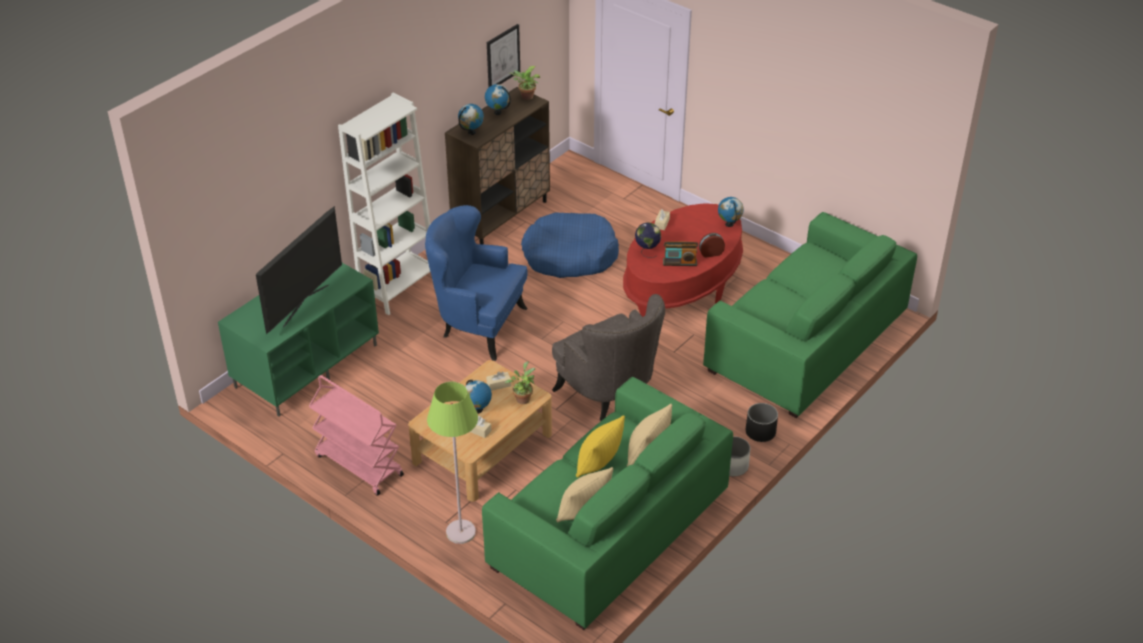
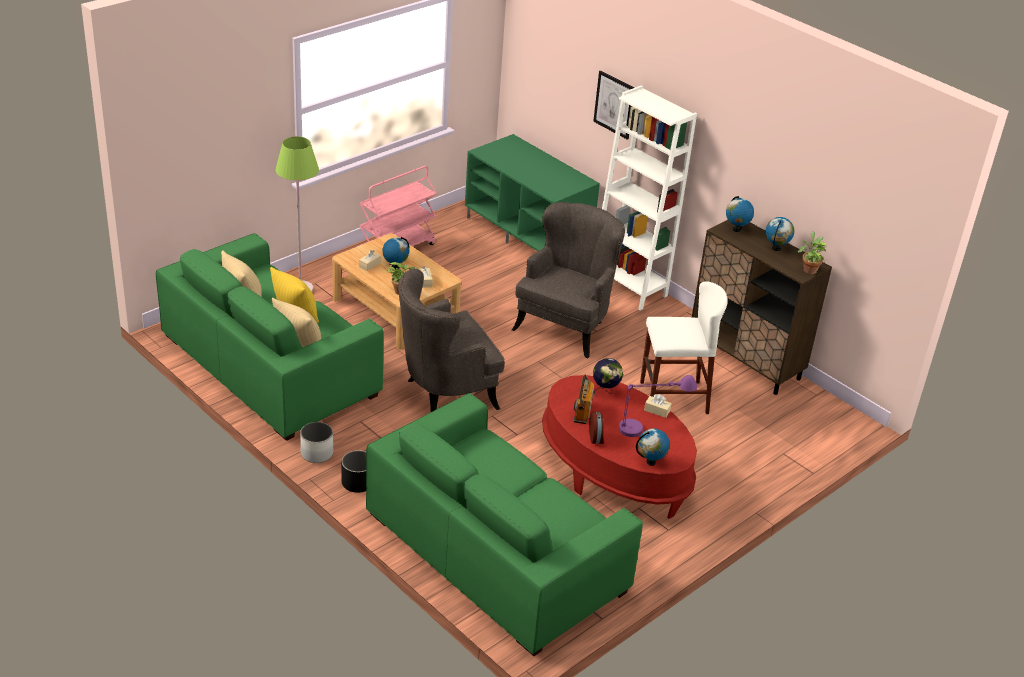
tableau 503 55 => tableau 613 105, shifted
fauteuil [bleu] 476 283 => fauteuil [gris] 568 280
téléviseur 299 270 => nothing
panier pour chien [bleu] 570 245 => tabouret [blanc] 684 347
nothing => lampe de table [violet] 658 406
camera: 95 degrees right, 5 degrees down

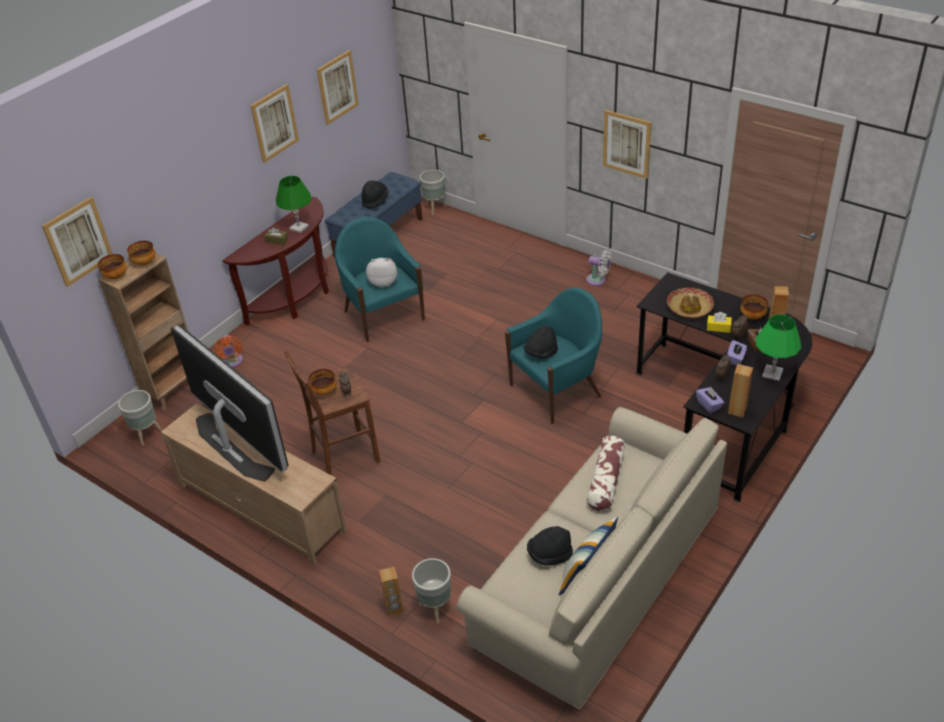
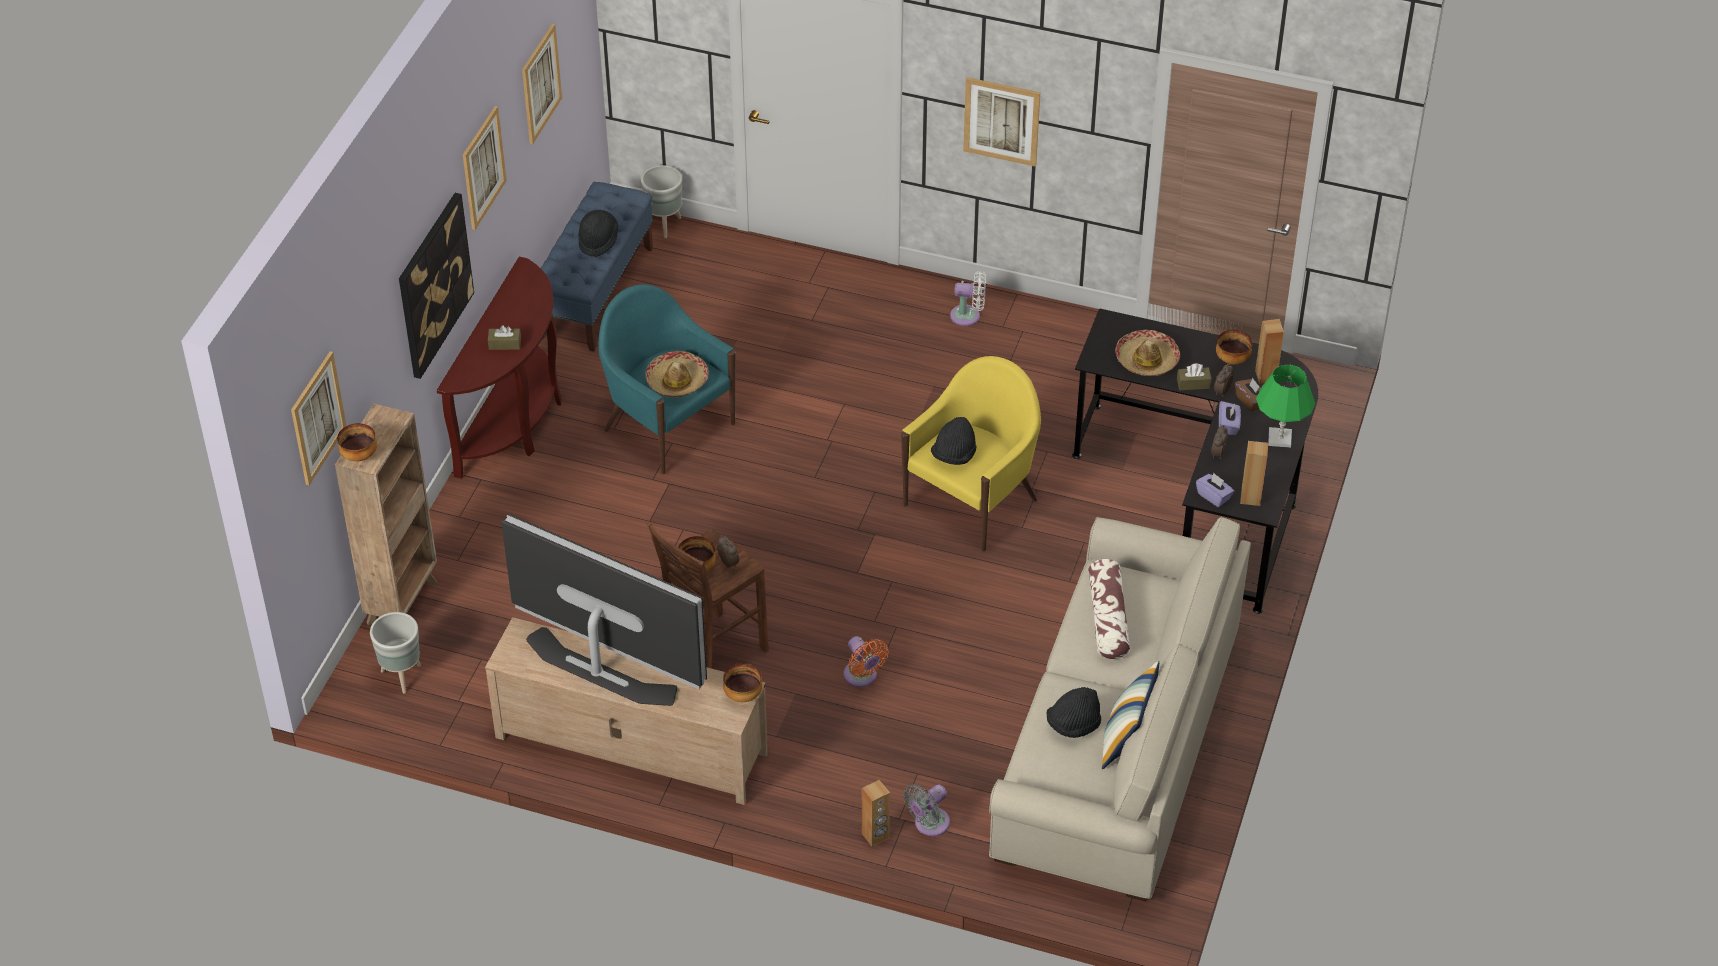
lampe de table [vert] 294 204 => nothing
bol 141 253 => bol 742 682, shifted
peluche 381 272 => chapeau 677 374
fauteuil [turquoise] 553 356 => fauteuil [jaune] 971 453
boîte à mouchoirs [jaune] 719 322 => boîte à mouchoirs [marron] 1194 376
ventilateur [orange] 228 351 => ventilateur [orange] 866 661, shifted
cache-pot [gris] 431 591 => ventilateur [gris] 926 810
nothing => tableau 436 286
camera: 20 degrees left, 5 degrees up

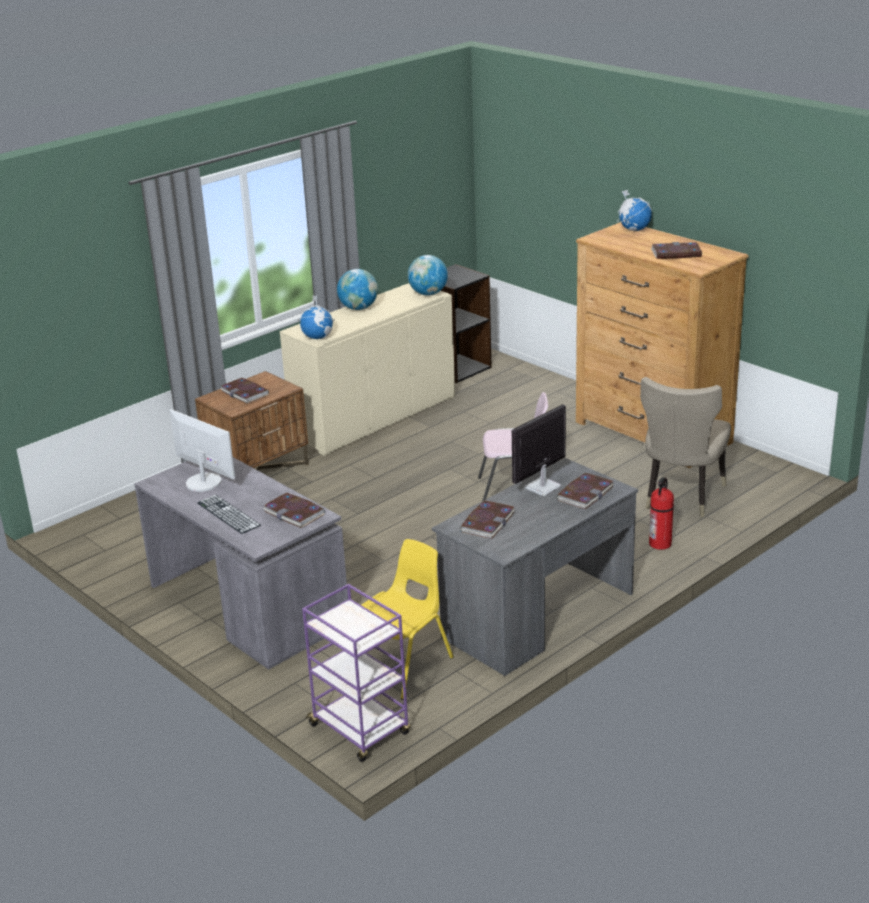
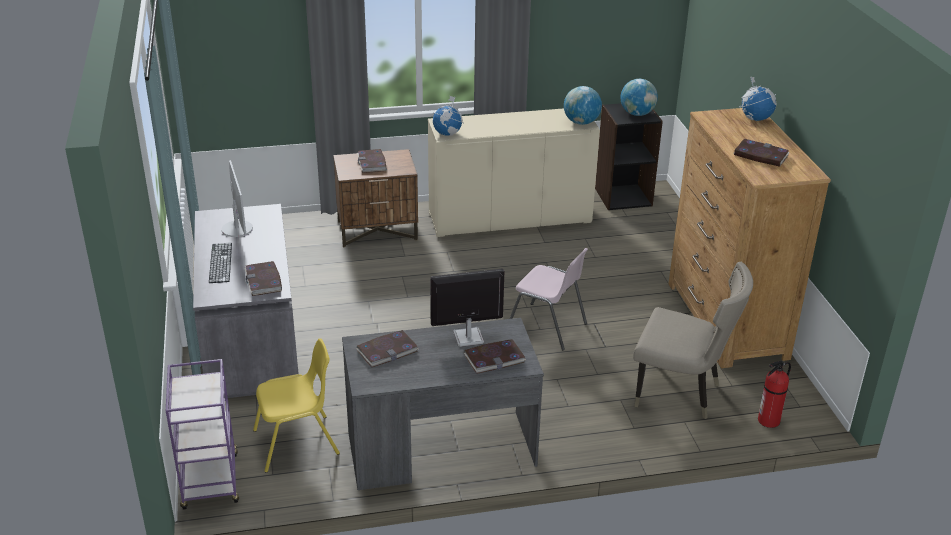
globe 357 289 => globe 639 97, shifted
chaise [beige] 685 447 => chaise [beige] 693 340, 120 degrees counterclockwise
extincteur 661 513 => extincteur 774 394, shifted
camera: 30 degrees right, 5 degrees up

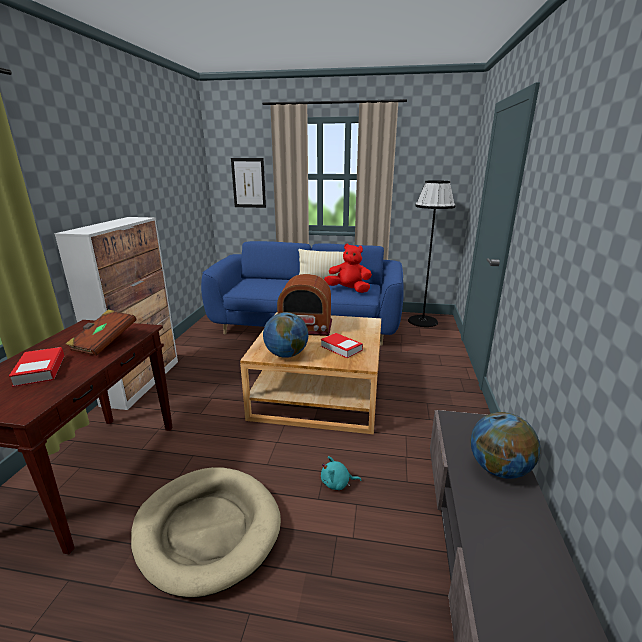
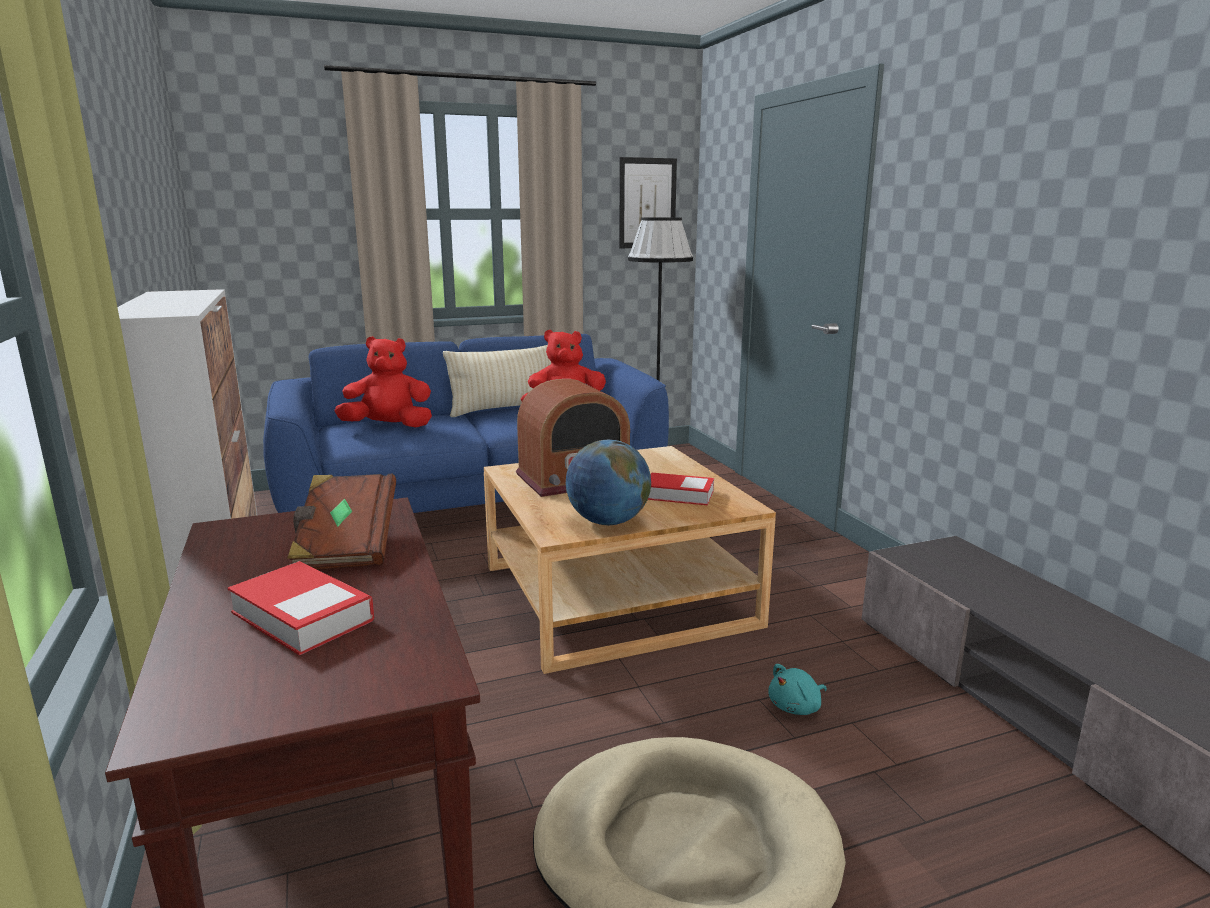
tableau 248 183 => tableau 648 202, shifted
globe 505 445 => nothing
nothing => peluche [rouge] 383 382
camera: 30 degrees left, 5 degrees down

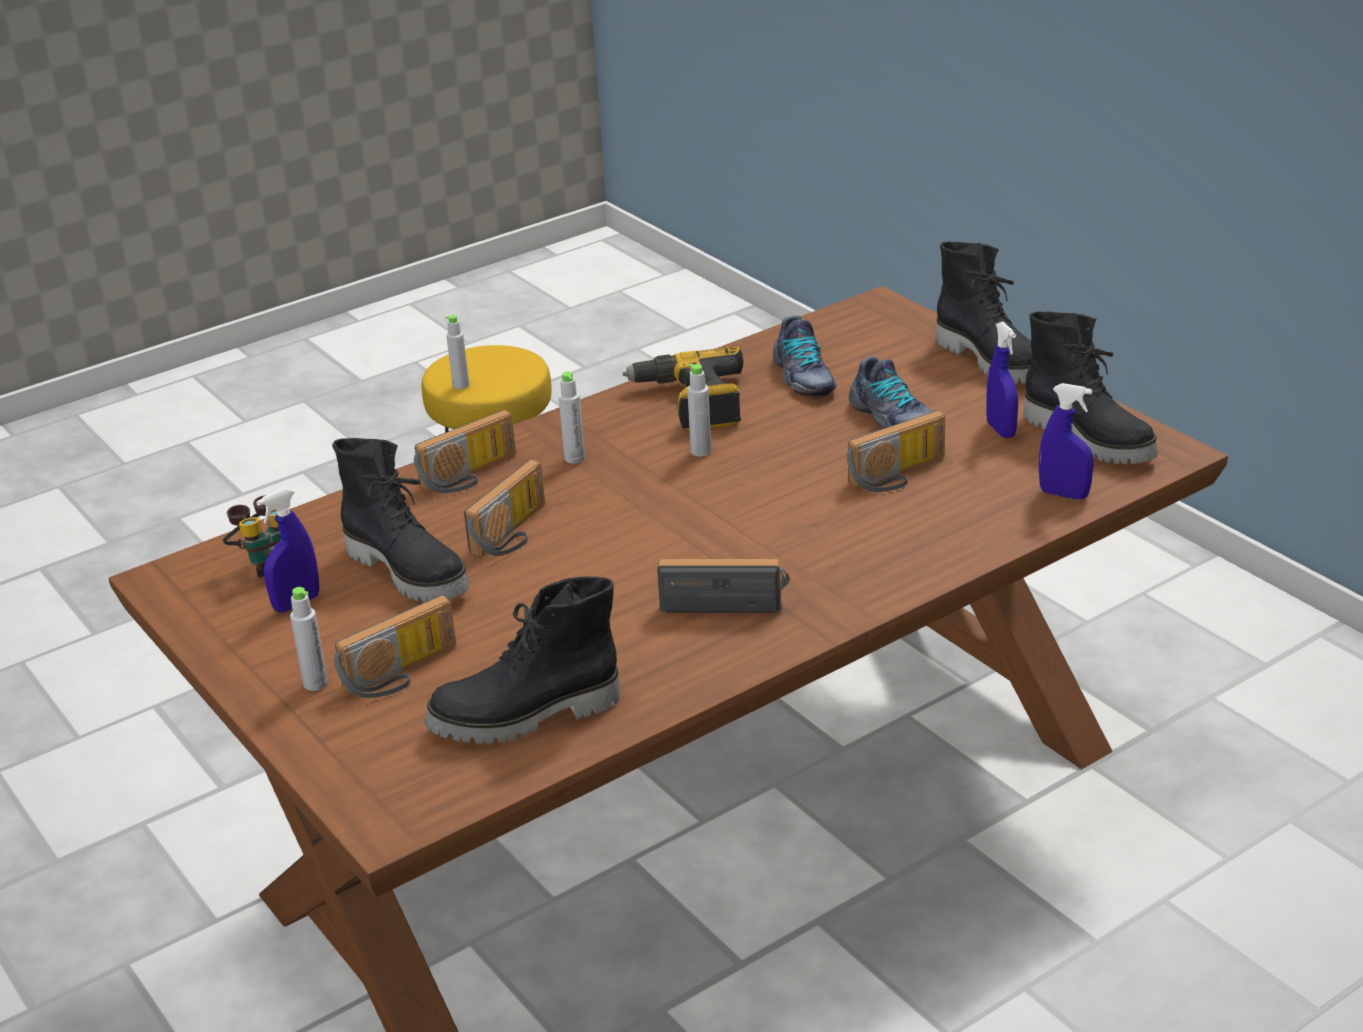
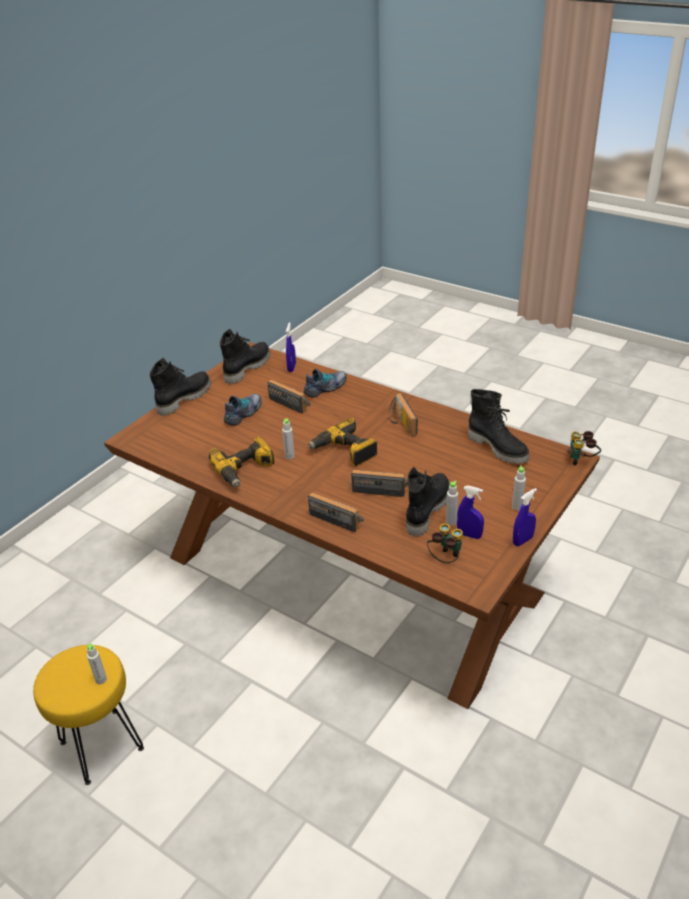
chaussure 805 356 => chaussure 325 383, shifted
vaporisateur [bleu] 1002 380 => vaporisateur [bleu] 525 517, shifted
bouteille [gris] 572 417 => bouteille [gris] 452 503, shifted
radio 395 646 => nothing
nothing => perceuse 342 442
nothing => jumelles 584 448
camera: 110 degrees left, 5 degrees up

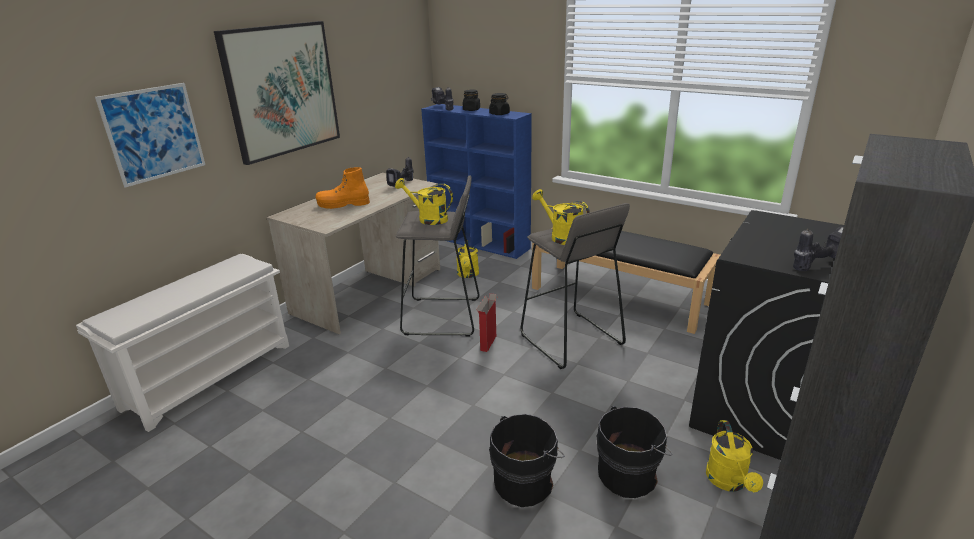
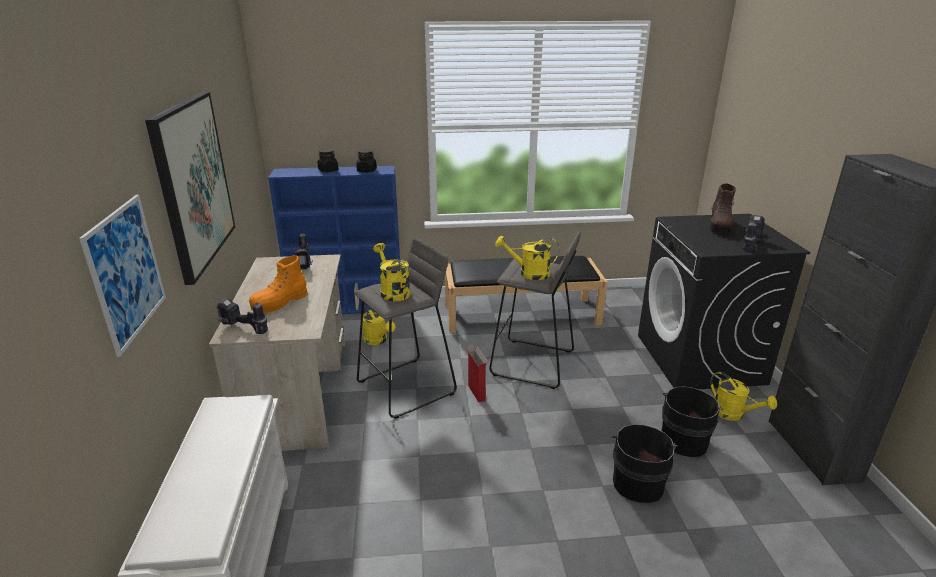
perceuse 442 98 => perceuse 242 316, shifted
arrosoir [jaune] 424 201 => arrosoir [jaune] 391 272, 75 degrees clockwise
nothing => botte [marron] 722 208
camera: 40 degrees left, 0 degrees up

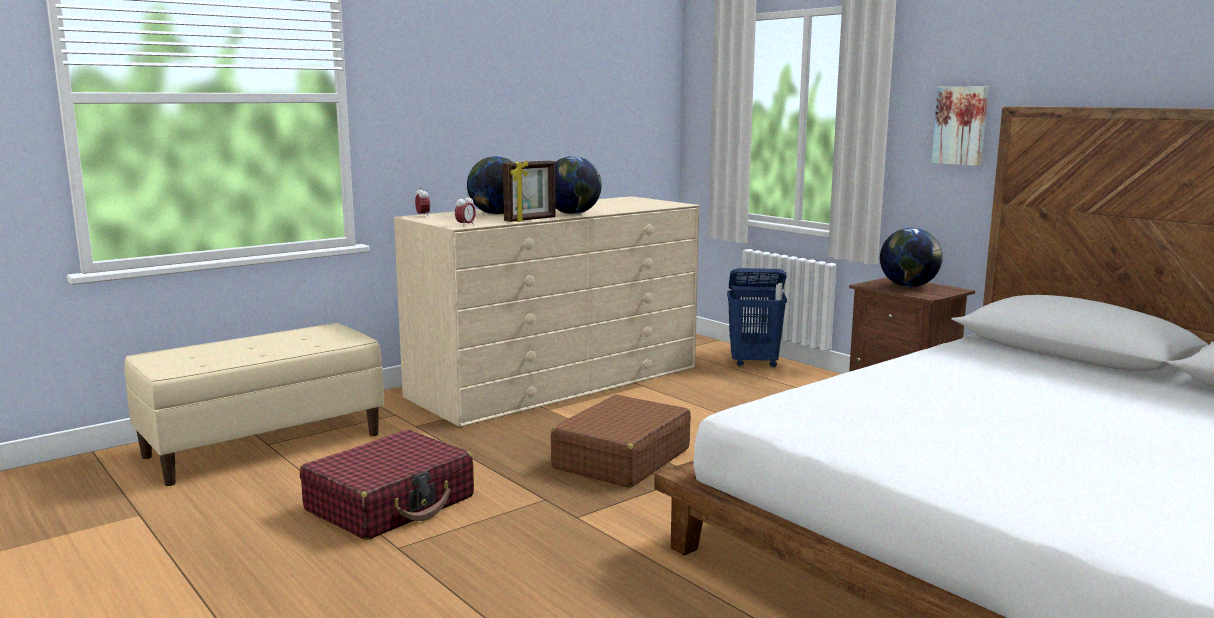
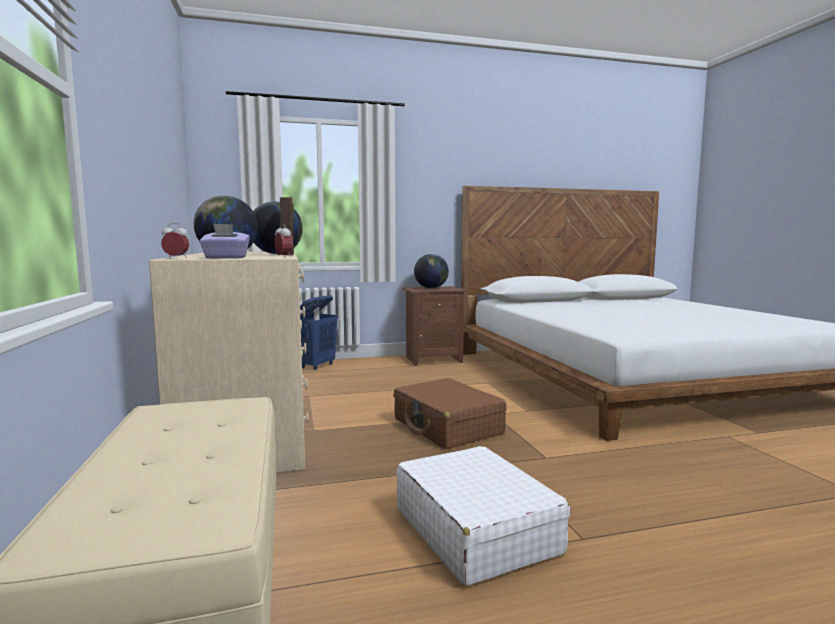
tableau 960 126 => nothing
valise [rouge] 387 485 => valise [blanc] 483 516
nothing => boîte à mouchoirs [violet] 224 241
camera: 65 degrees left, 5 degrees down

